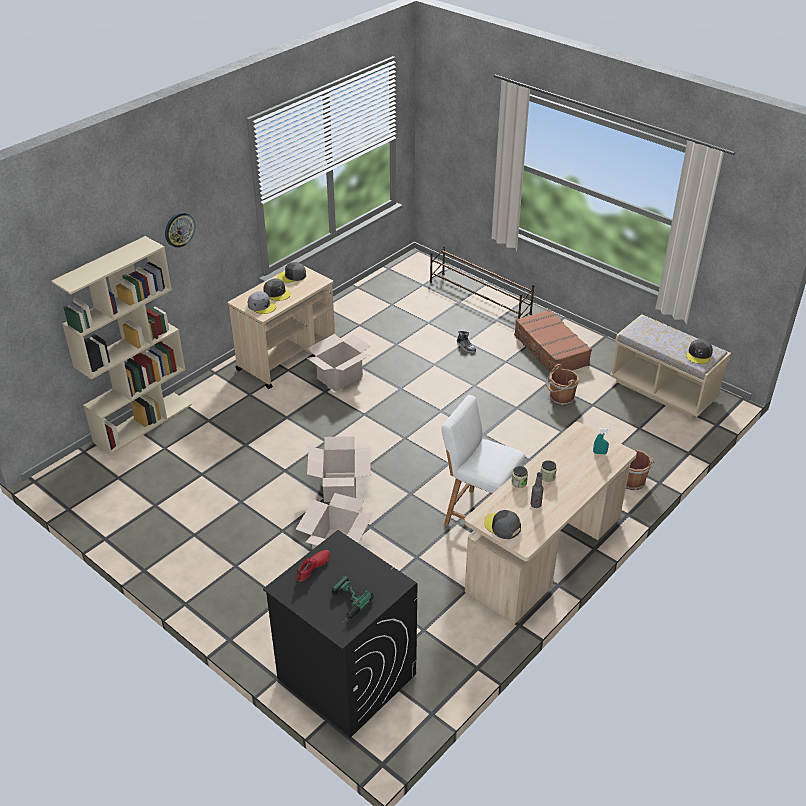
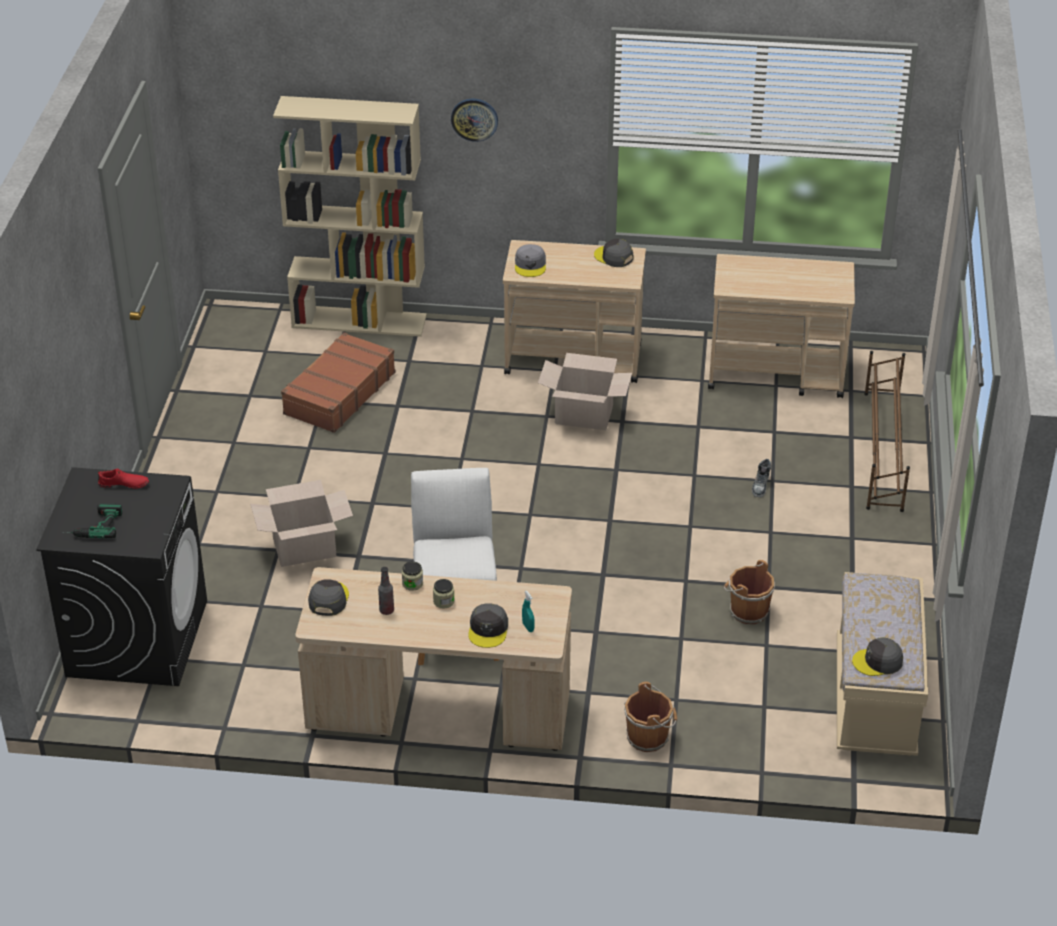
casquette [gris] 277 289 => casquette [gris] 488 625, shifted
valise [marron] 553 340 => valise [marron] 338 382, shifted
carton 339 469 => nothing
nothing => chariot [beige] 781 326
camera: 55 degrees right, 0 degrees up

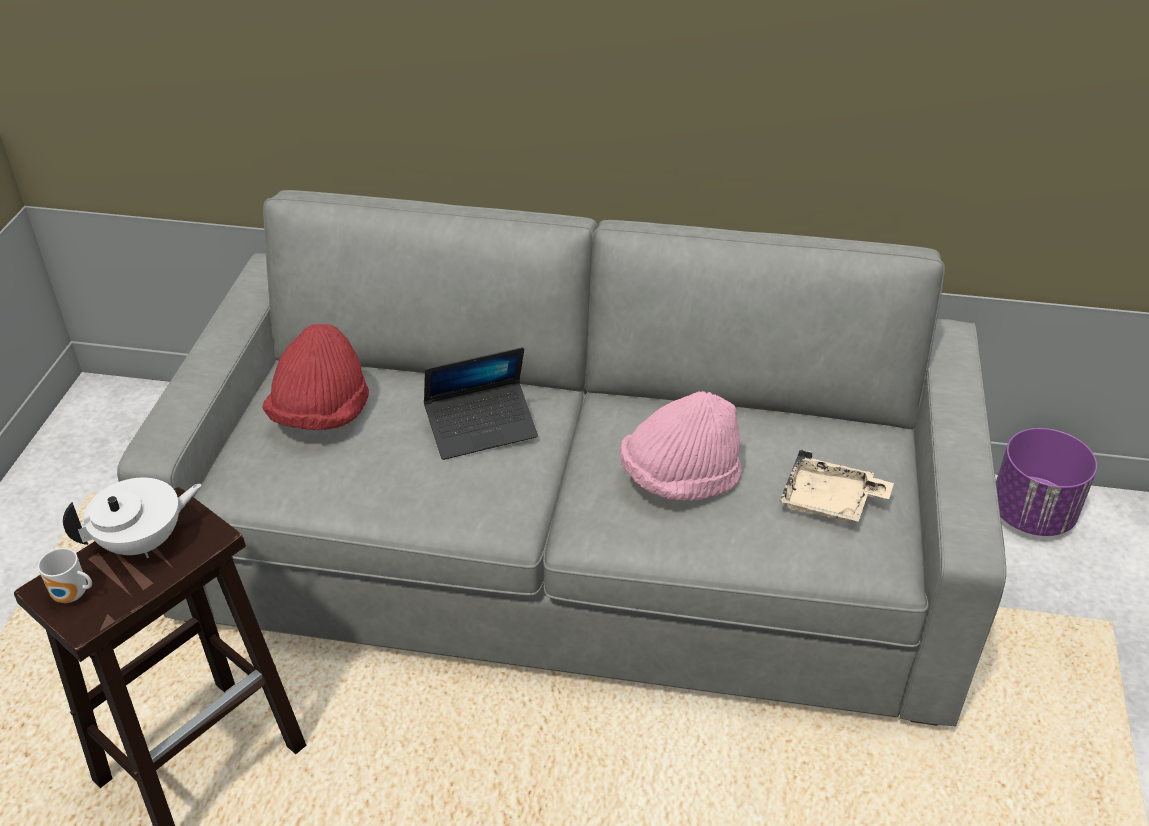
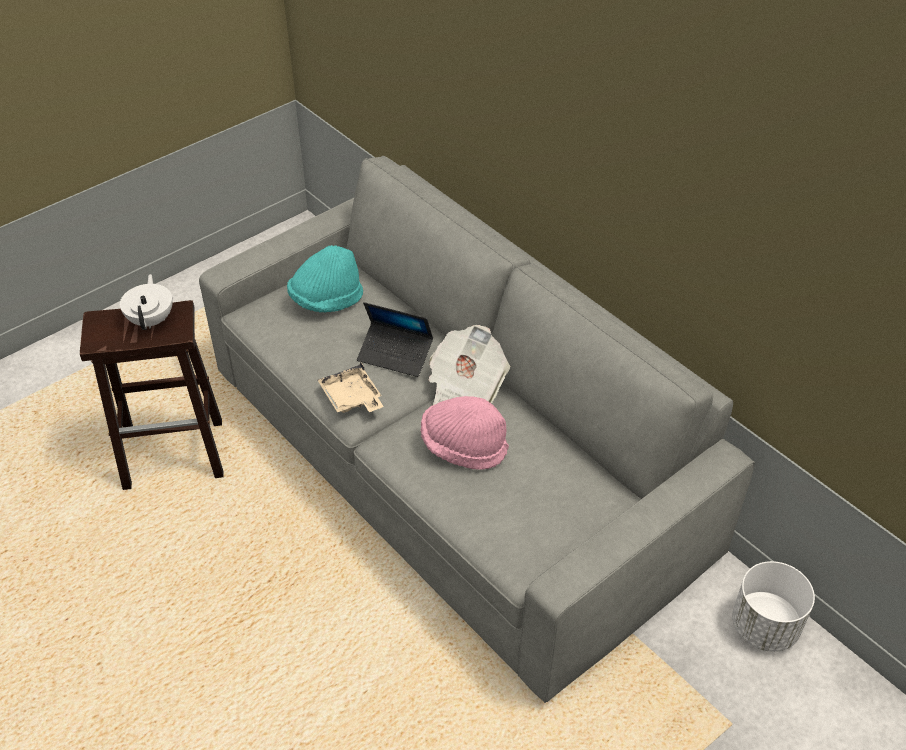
chapeau [rouge] 315 377 => chapeau [turquoise] 325 279
cache-pot [violet] 1046 482 => cache-pot [blanc] 773 606
plateau [beige] 837 486 => plateau [beige] 351 387, shifted
théière [blanc] 132 518 => théière [blanc] 146 302, 105 degrees counterclockwise
mug 65 575 => nothing
nothing => journal 469 365
camera: 40 degrees right, 5 degrees up

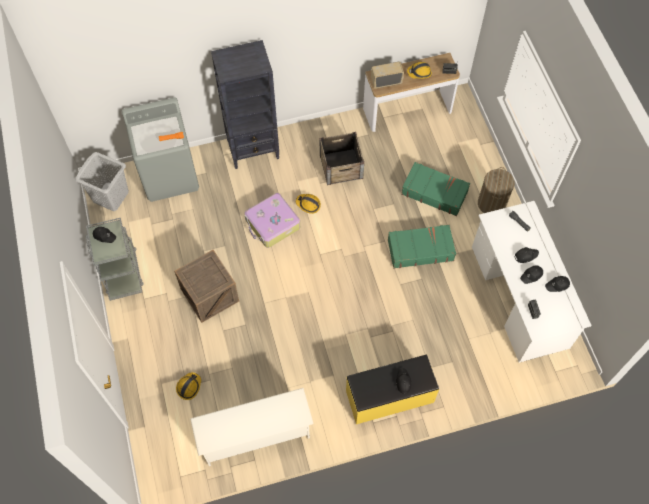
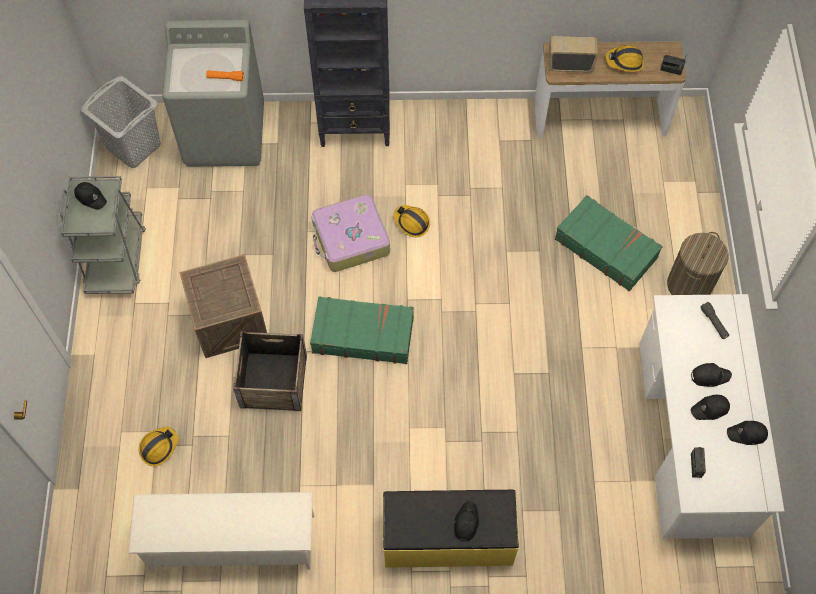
caisse 342 158 => caisse 270 371, shifted
valise [vert] 422 247 => valise [vert] 362 330, shifted
camera: 15 degrees right, 0 degrees up

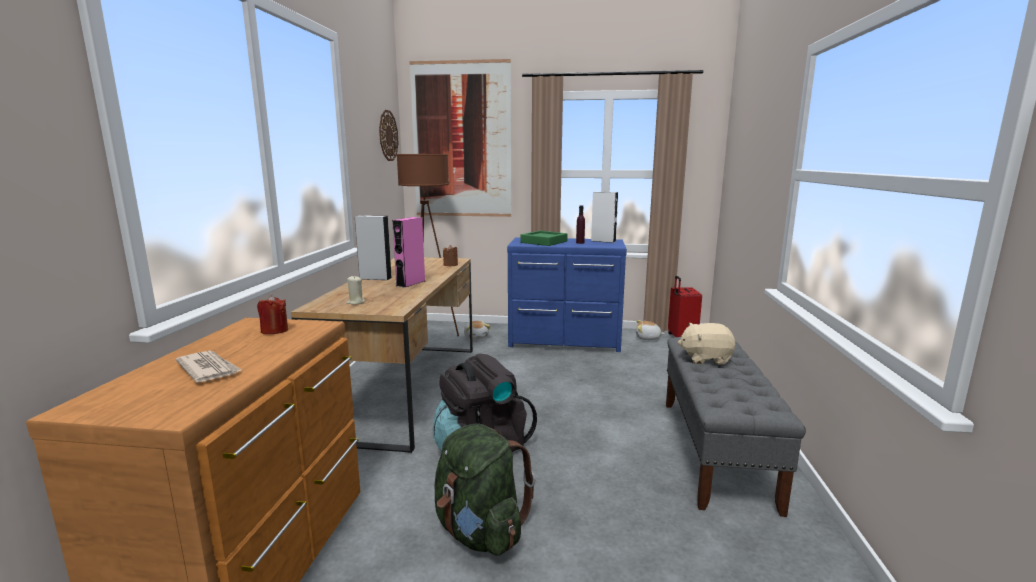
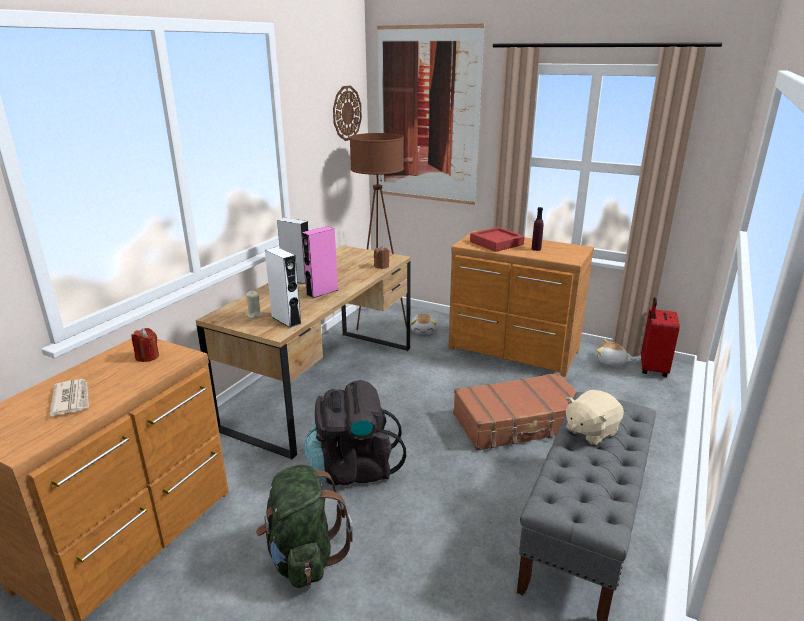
enceinte [blanc] 604 217 => enceinte [blanc] 283 287, shifted
plateau [vert] 544 238 => plateau [rouge] 497 239
commode [bleu] 567 294 => commode [marron] 521 303
peluche [beige] 706 344 => peluche [beige] 595 418, 60 degrees counterclockwise
nothing => valise [marron] 515 411
camera: 20 degrees right, 10 degrees up

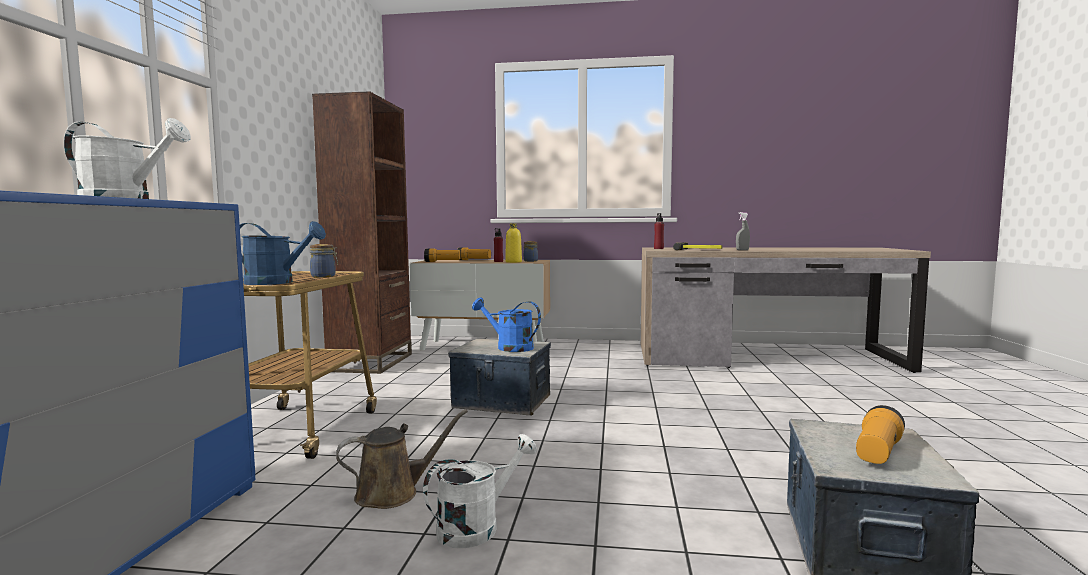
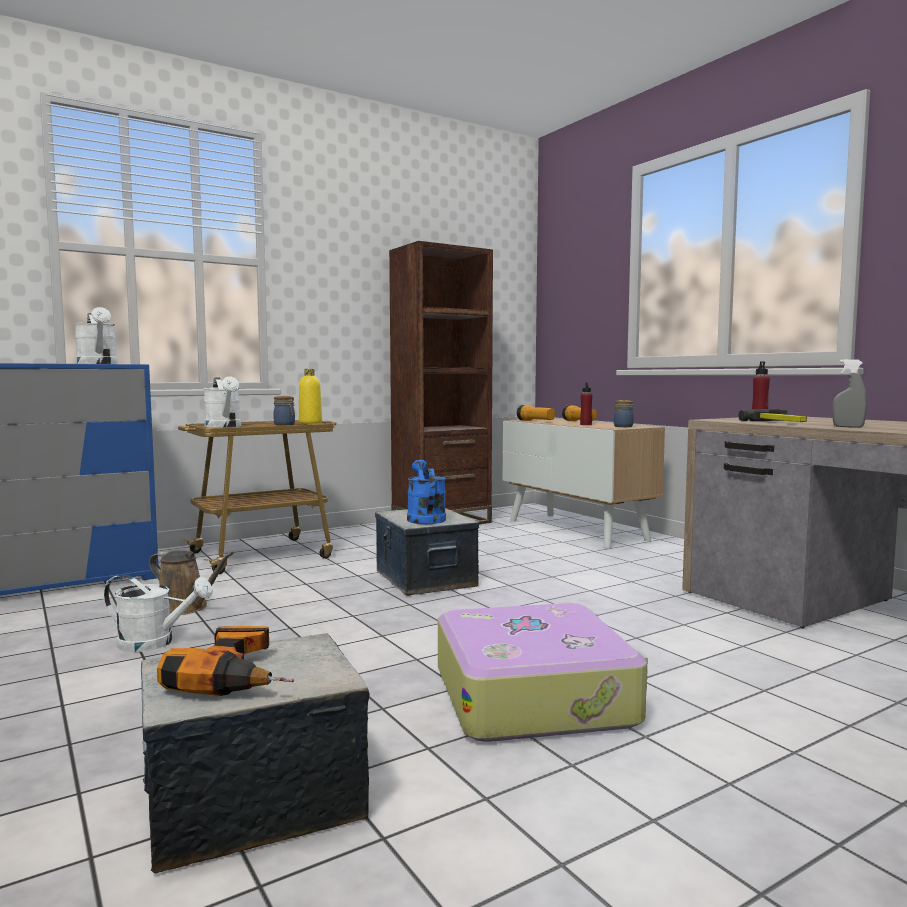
arrosoir [bleu] 283 253 => arrosoir [blanc] 222 402
bouteille [jaune] 513 243 => bouteille [jaune] 310 396, shifted
lampe de poche 880 434 => perceuse 225 661
nothing => valise 543 672
camera: 50 degrees right, 0 degrees up

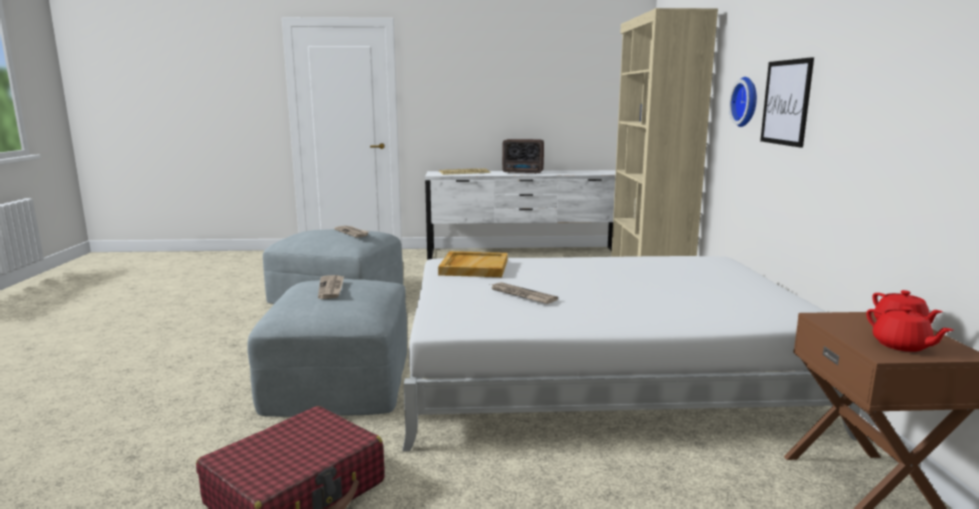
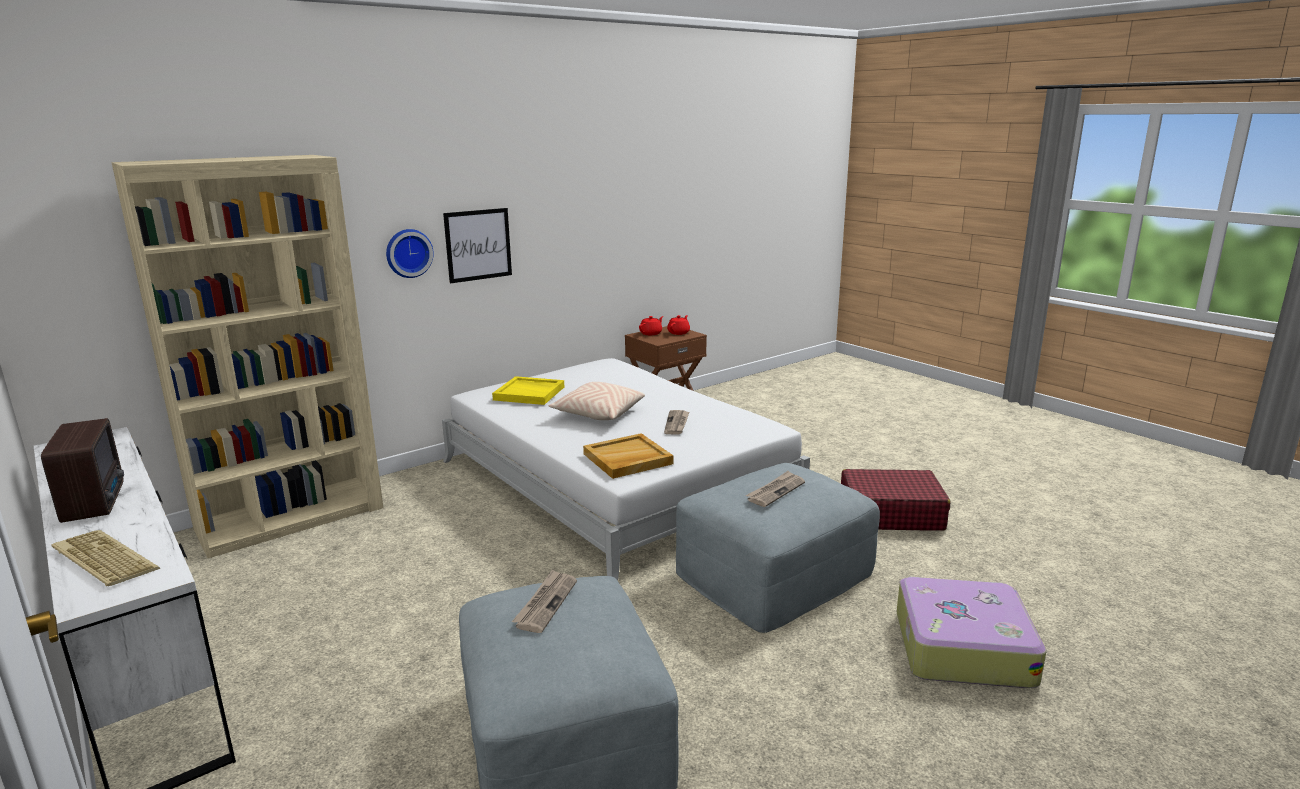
nothing => plateau [jaune] 528 390
nothing => coussin [beige] 597 401
nothing => valise 971 632
camera: 125 degrees left, 5 degrees up

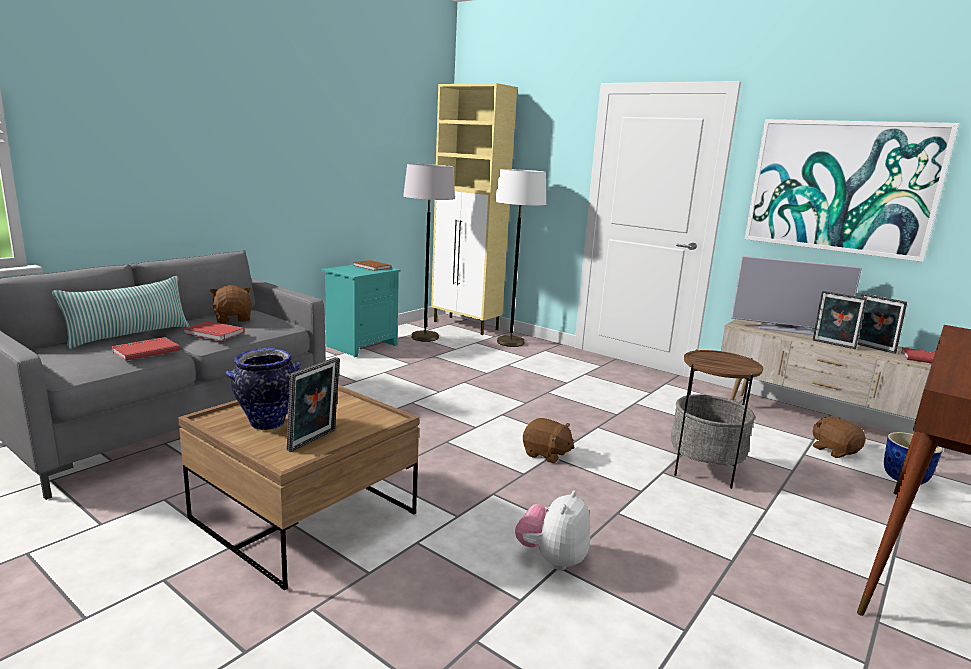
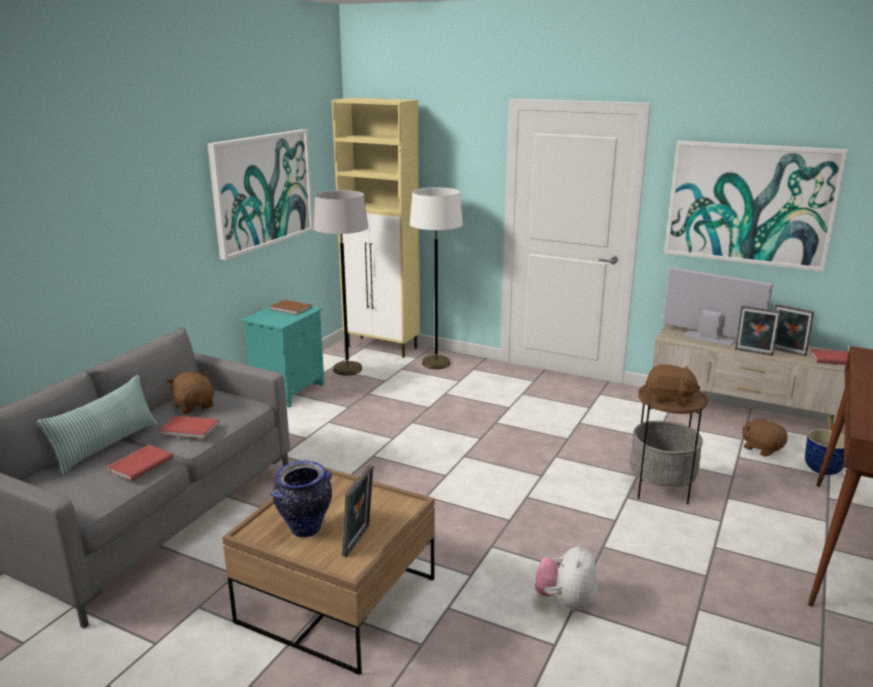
téléviseur 796 295 => téléviseur 718 306, 150 degrees counterclockwise
peluche [marron] 549 440 => peluche [marron] 673 385, shifted
nothing => tableau 261 194
camera: 10 degrees left, 5 degrees up

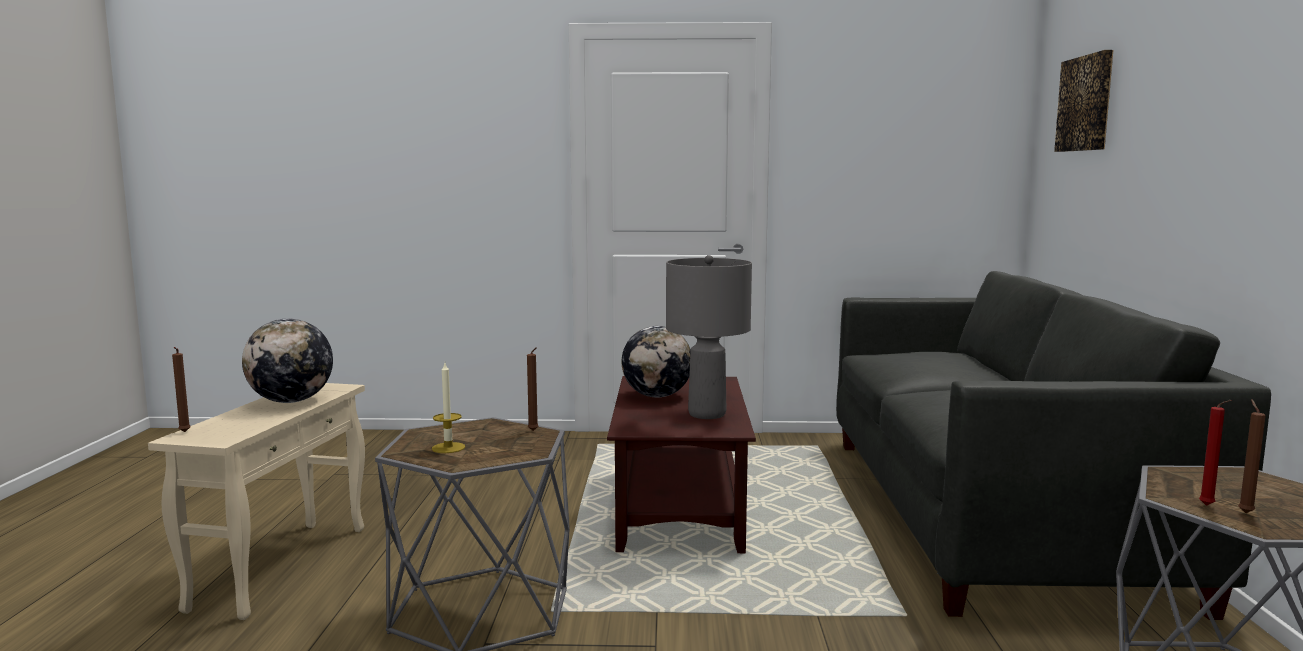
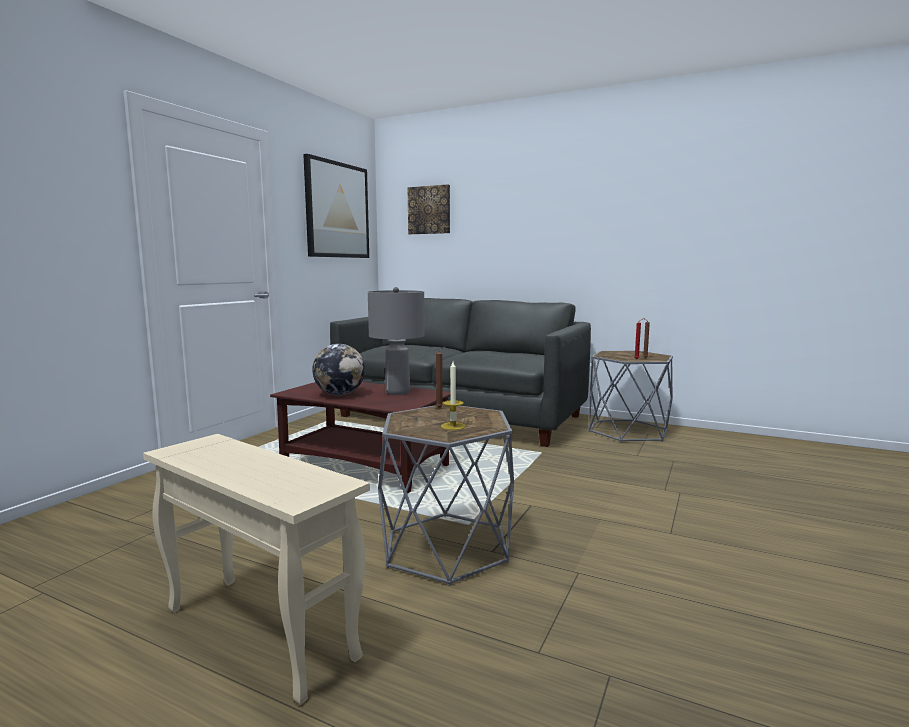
globe 287 360 => nothing
bougie [marron] 181 389 => nothing
nothing => tableau 336 206
camera: 65 degrees left, 0 degrees up

